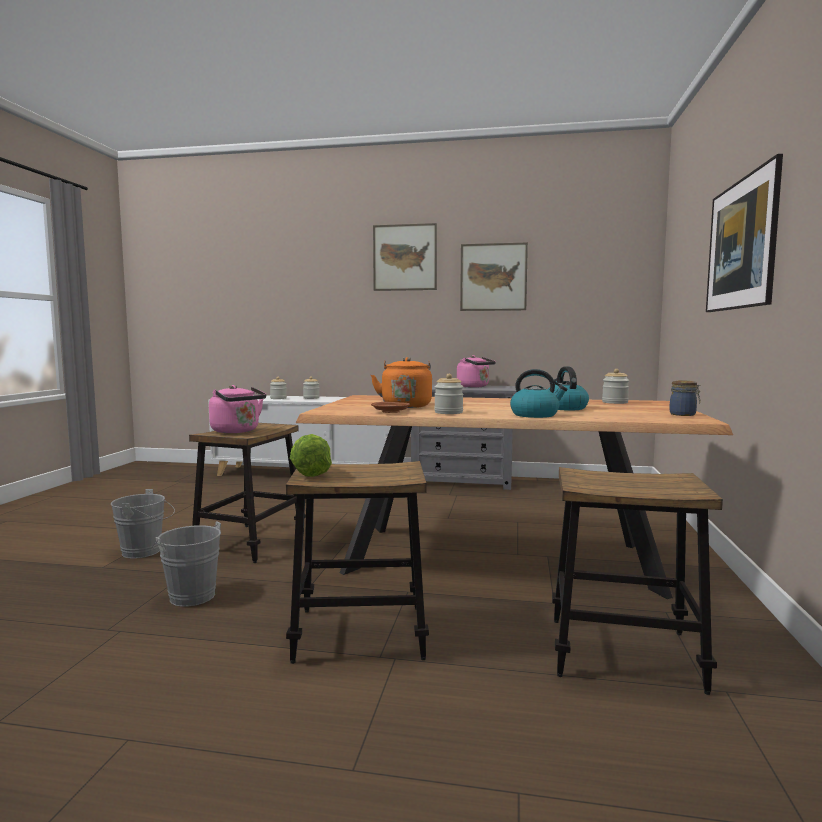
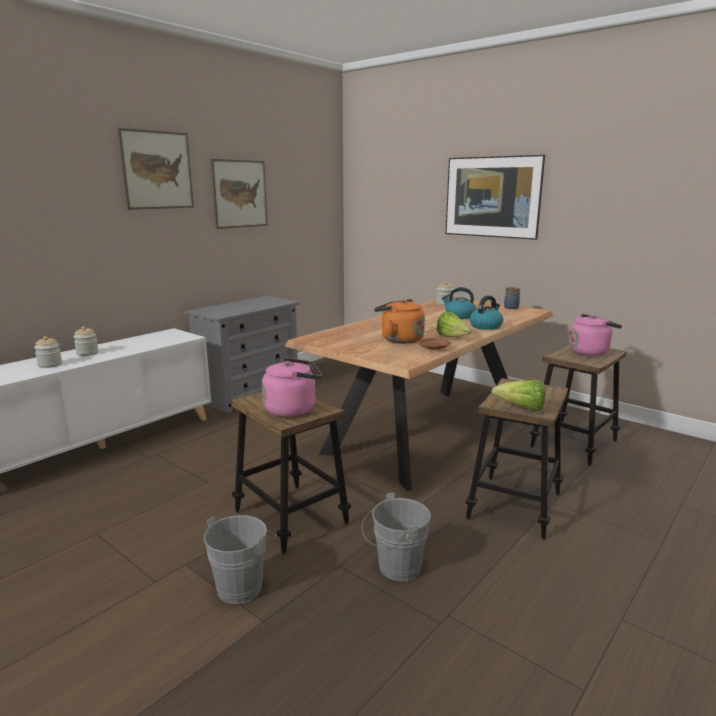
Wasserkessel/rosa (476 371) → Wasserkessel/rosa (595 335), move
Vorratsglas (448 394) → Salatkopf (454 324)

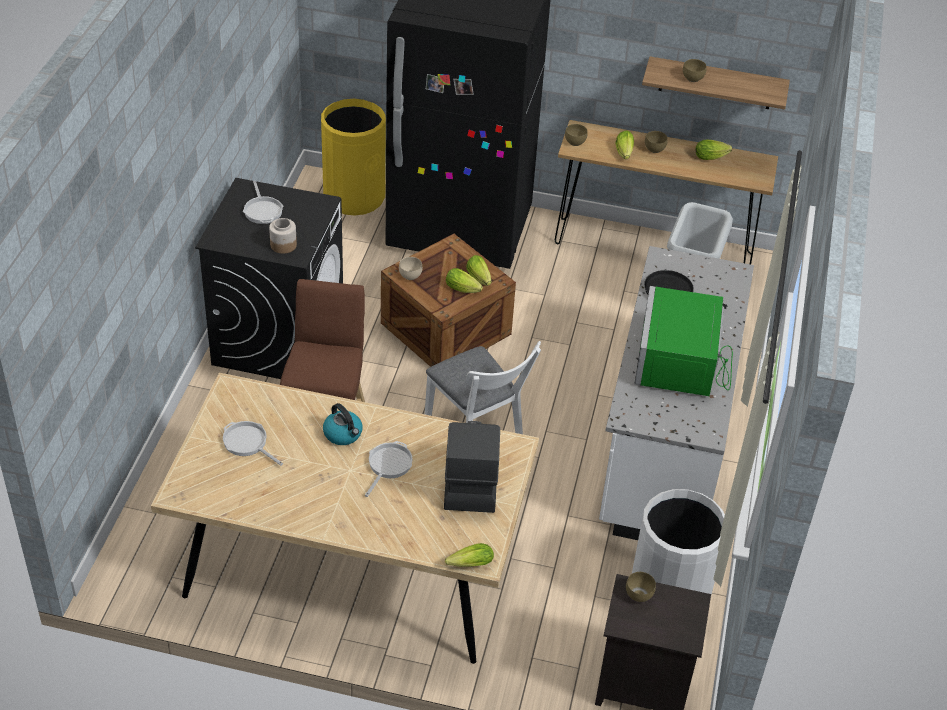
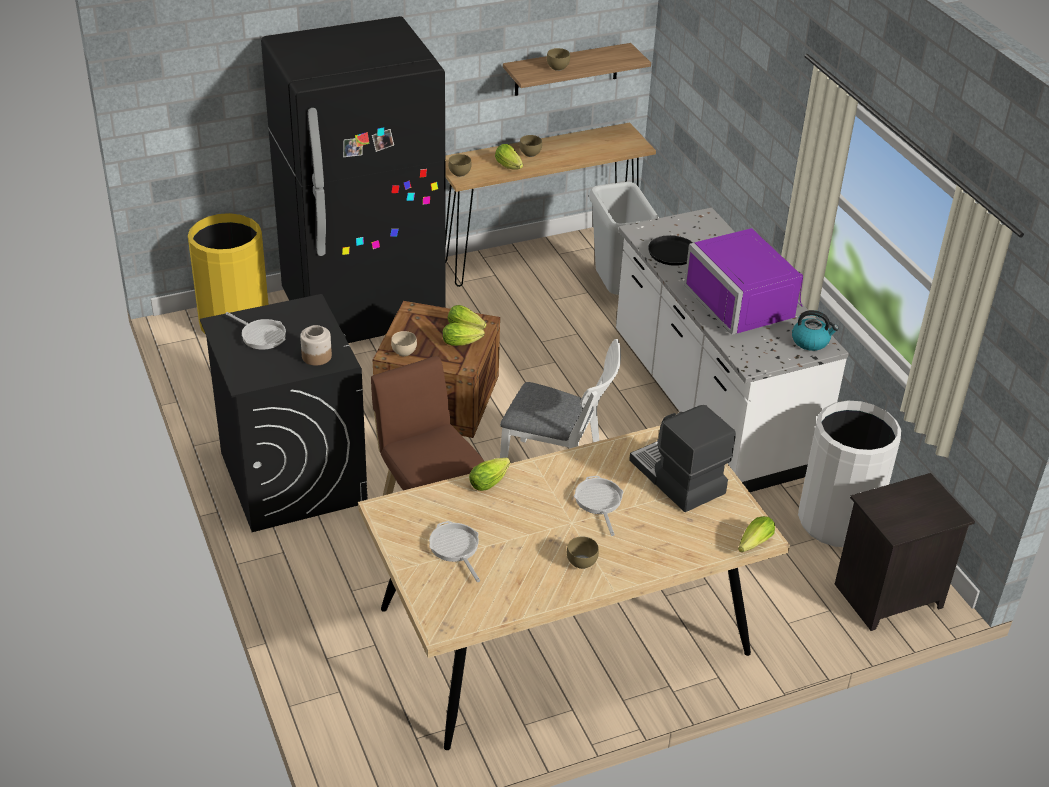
Salatkopf (714 150) → Salatkopf (489 474), move
Mikrowelle/grün (684 341) → Mikrowelle/lila (743 281)
Wasserkessel (342 424) → Wasserkessel (815 330), move
Pfanne (253 443) → Pfanne (454 551), 60 degrees clockwise
Schüssel/braun (641 587) → Schüssel/braun (583 552), move

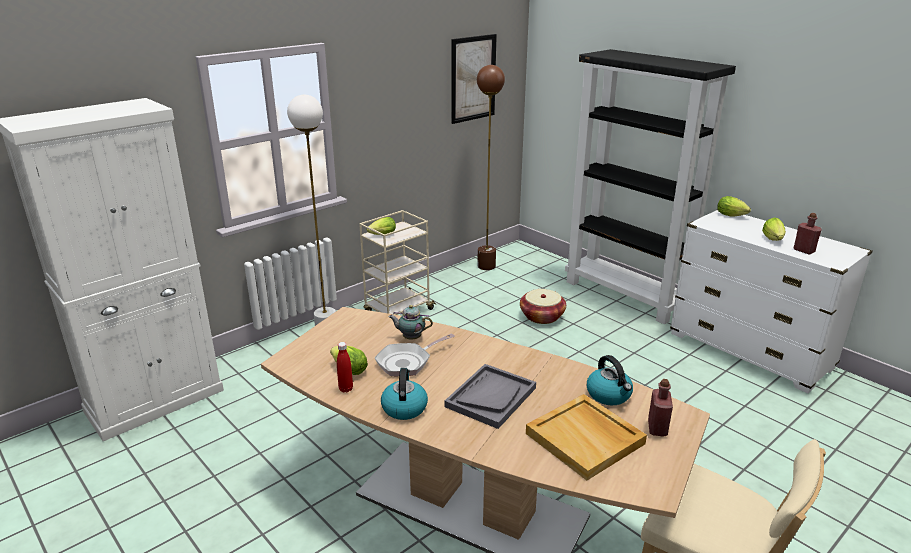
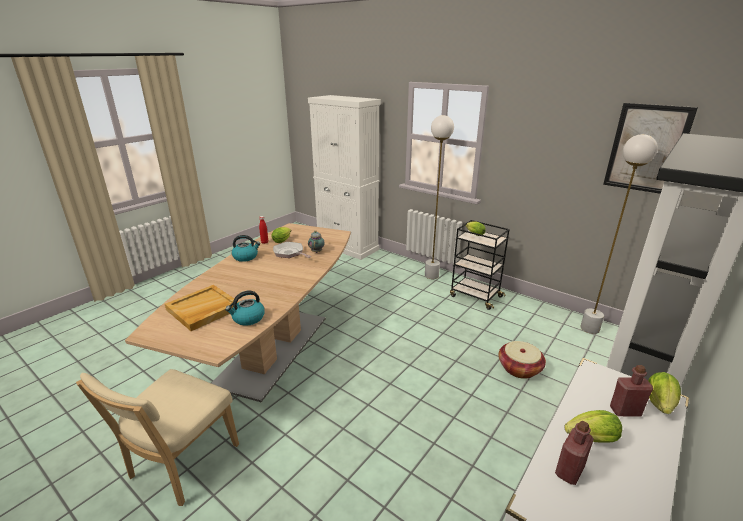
Stehlampe/braun (491 167) → Stehlampe/weiß (619 234)
Rollwagen/beige (397 262) → Rollwagen/schwarz (480 265)
Tablett/grau (490 396) → -
Flasche/rot (660 408) → Flasche/rot (631 391), move

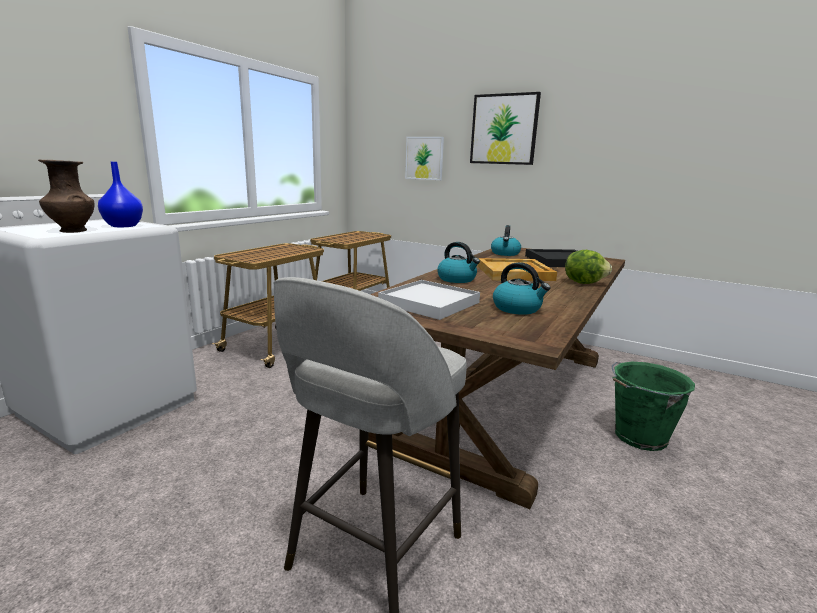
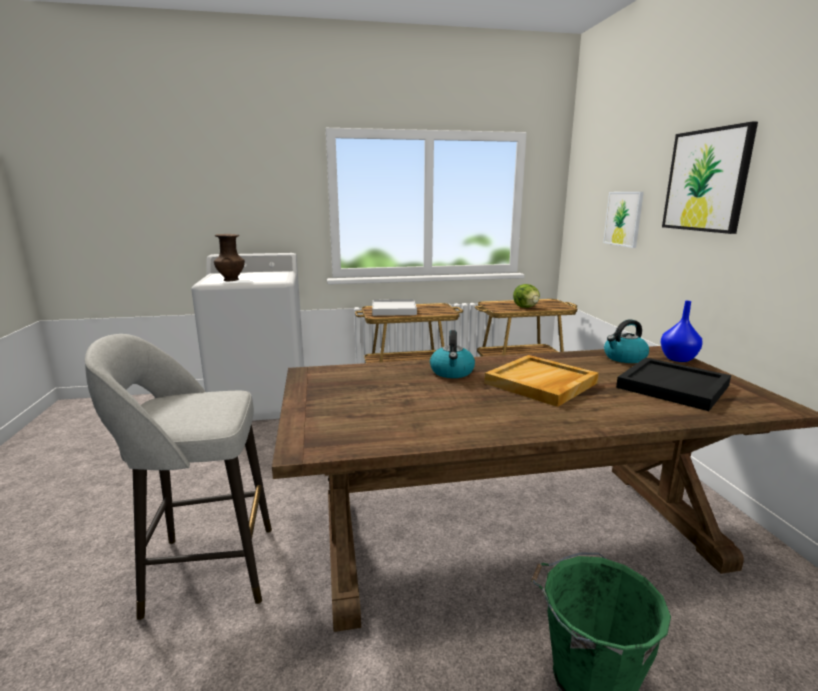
Vase/blau (120 194) → Vase/blau (682 331), move
Salatkopf (588 267) → Salatkopf (526 296), move
Wasserkessel (522 288) → -
Tablett/weiß (429 300) → Tablett/weiß (394 307), move

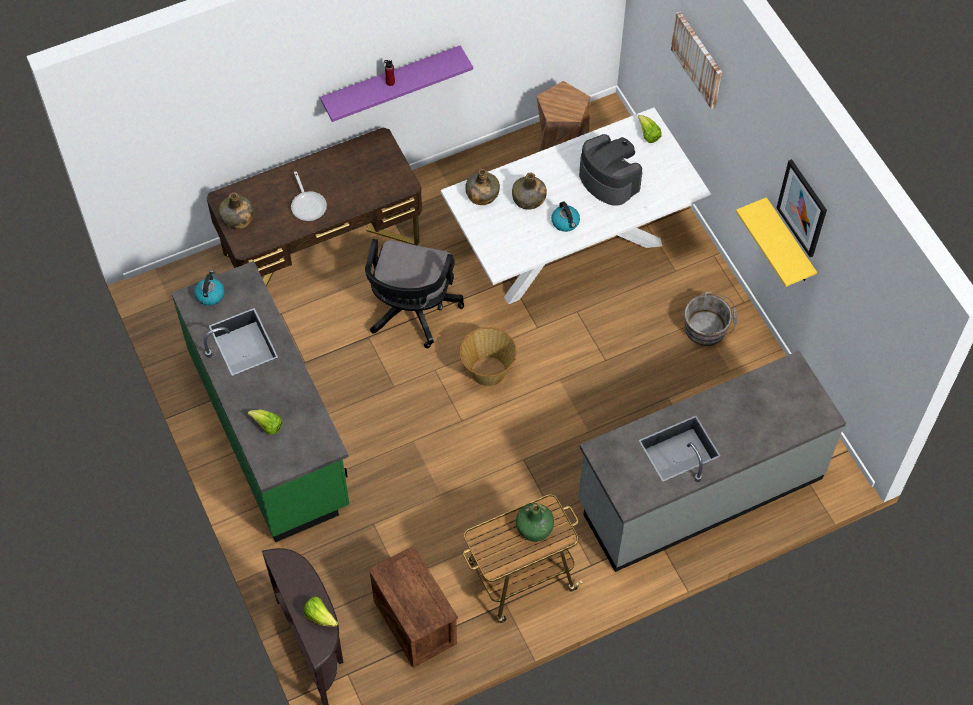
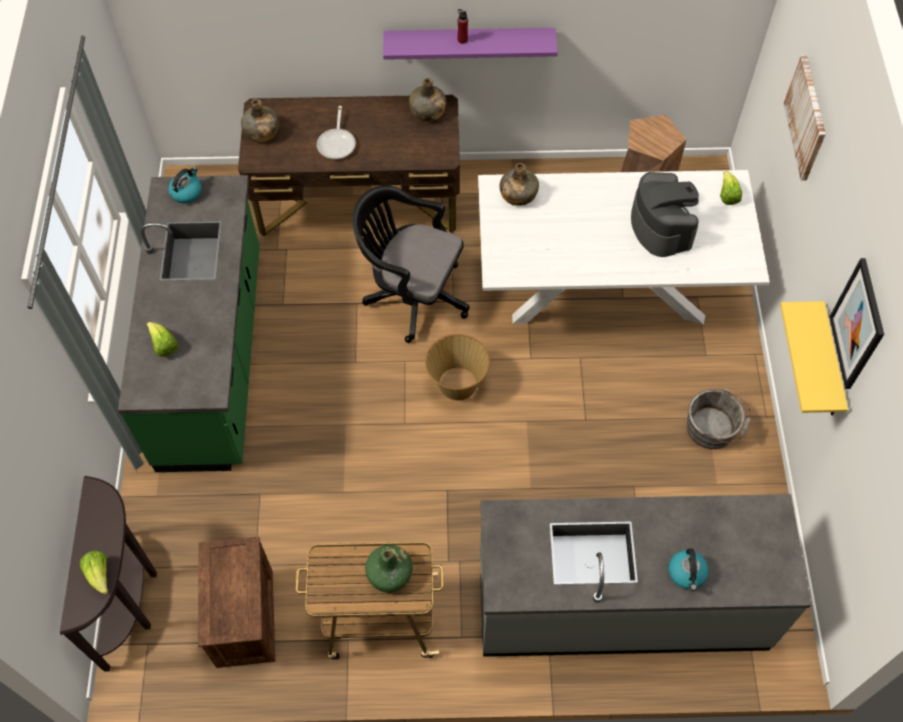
Flasche/grün (529 191) → Flasche/grün (427 100), move
Wasserkessel (565 216) → Wasserkessel (688 569), move
Bürostuhl/schwarz (414 293) → Bürostuhl/schwarz (411 264), 75 degrees clockwise

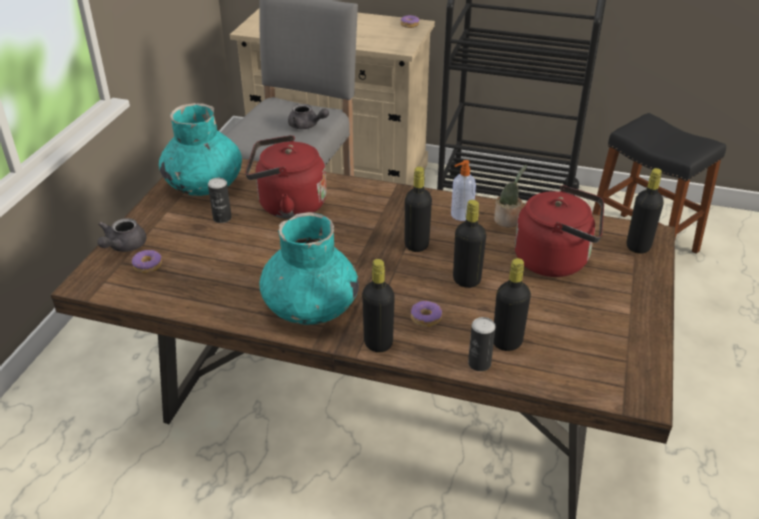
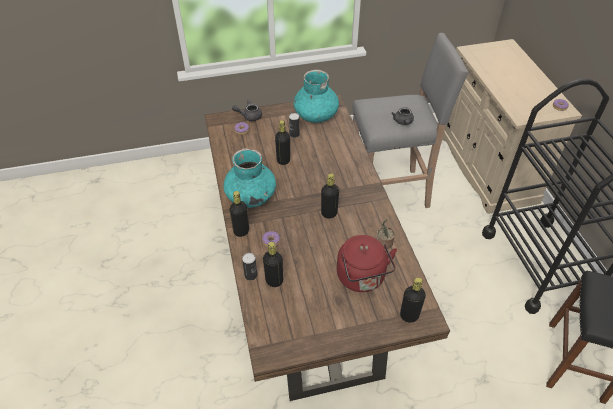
Wasserkessel/rot (286 177) → -
Seifenspender (463 190) → -
Flasche/schwarz (469 244) → Flasche/schwarz (282 142), move

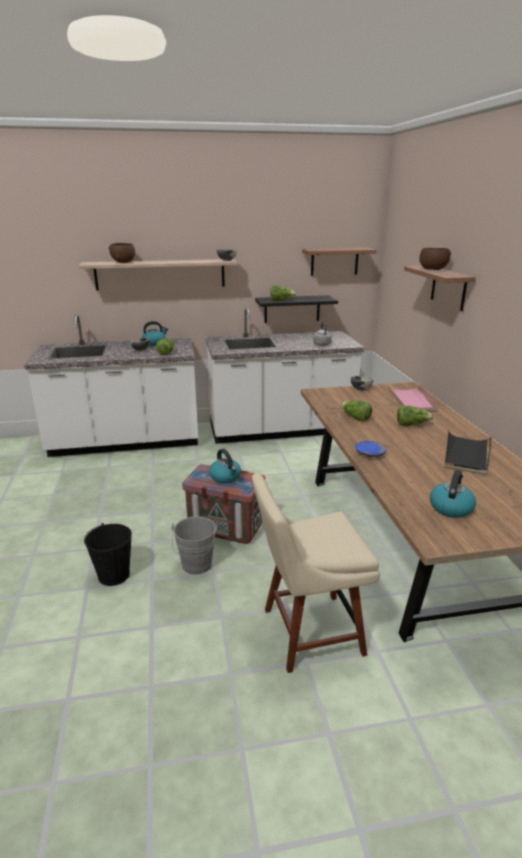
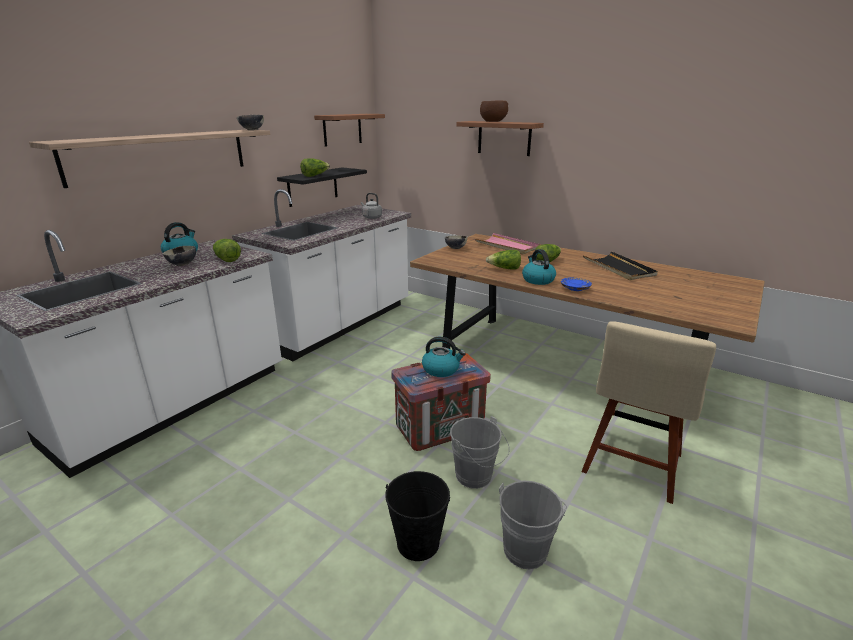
Schüssel/braun (122 253) → -
Wasserkessel (453 494) → Wasserkessel (539 267), move
- → Eimer/grau (533 525)

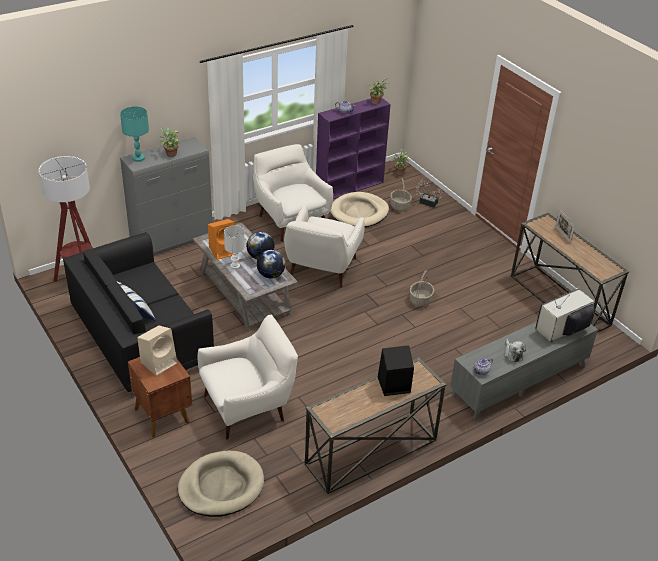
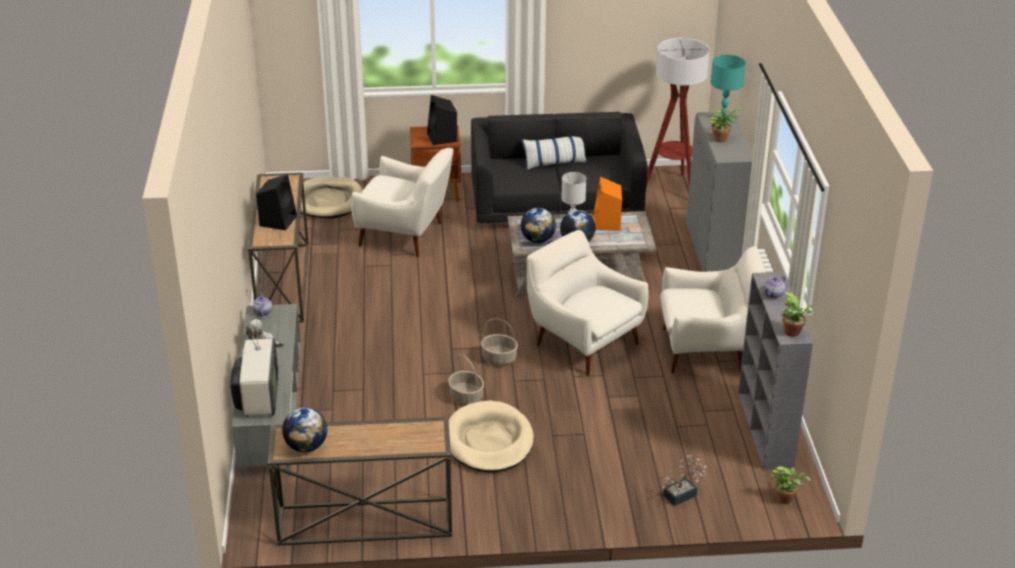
Bücherregal/lila (353 148) → Bücherregal/grau (775 371)
Korb (401 194) → Korb (499 342), move
Hundebett/beige (359 209) → Hundebett/beige (491 436), move
Bilderrahmen (565 227) → -
Sessel/weiß (248 377) → Sessel/weiß (402 202), 75 degrees counterclockwise
Lautsprecher/beige (157 350) → Lautsprecher/schwarz (442 120)
- → Globus (304 429)

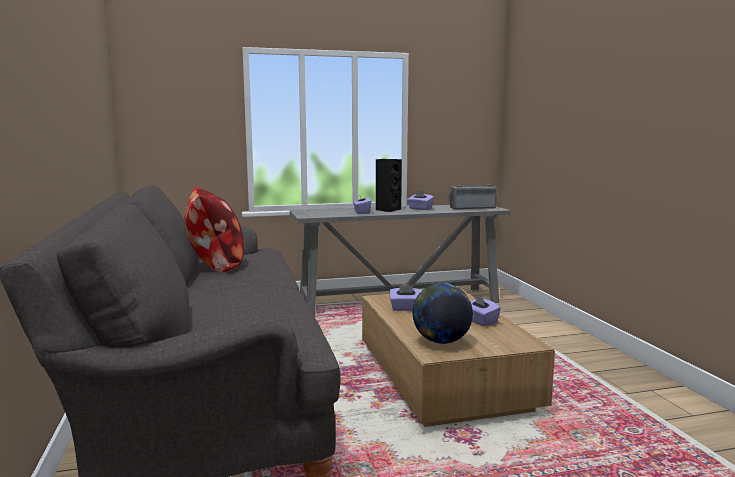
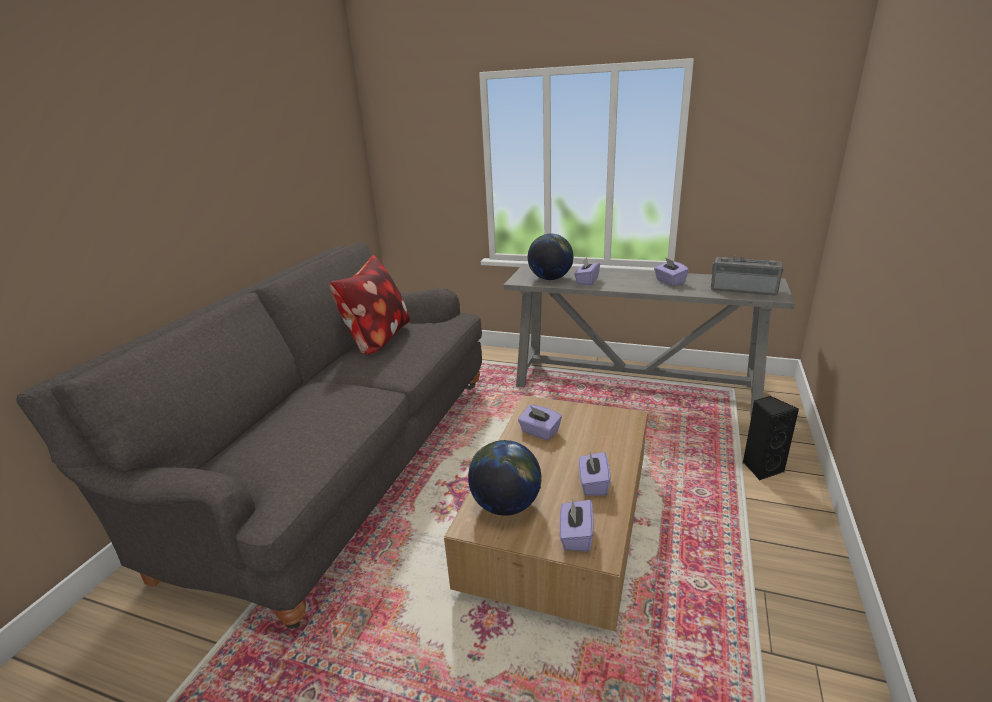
Lautsprecher/schwarz (389 185) → Lautsprecher/schwarz (771 438), move
- → Globus (550 257)
- → Taschentuchbox/lila (576 525)

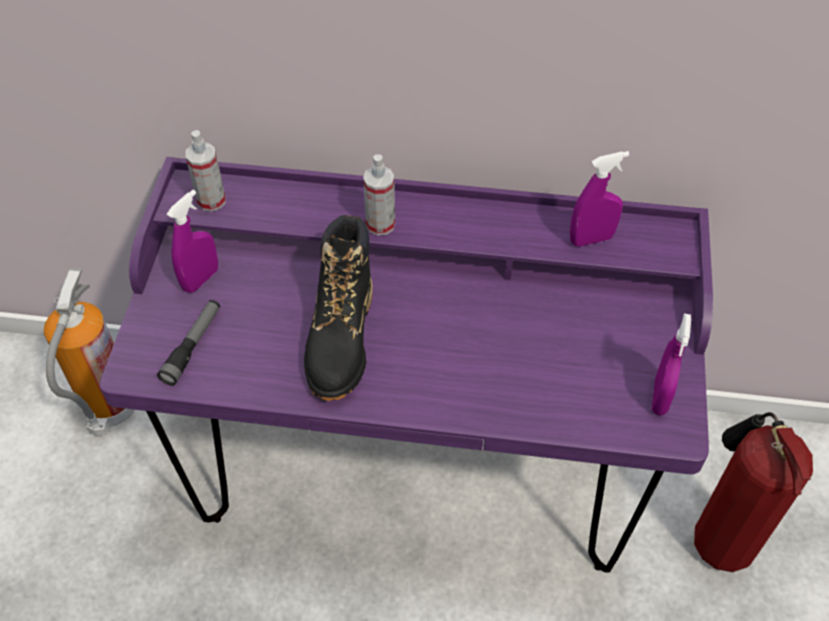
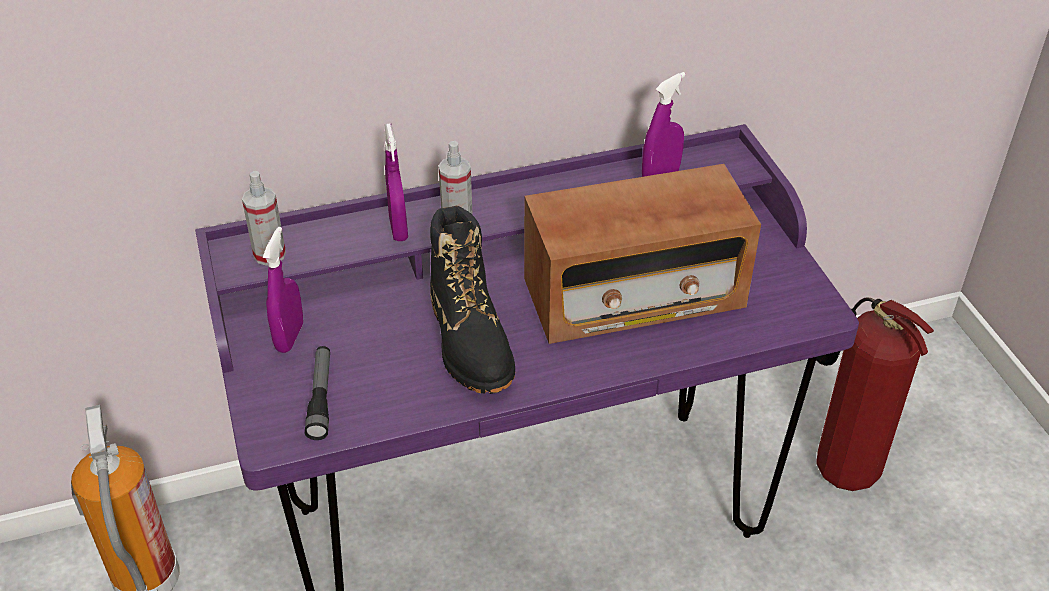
Sprühflasche/lila (671 364) → Sprühflasche/lila (396 182), move
- → Radio (642 254)

